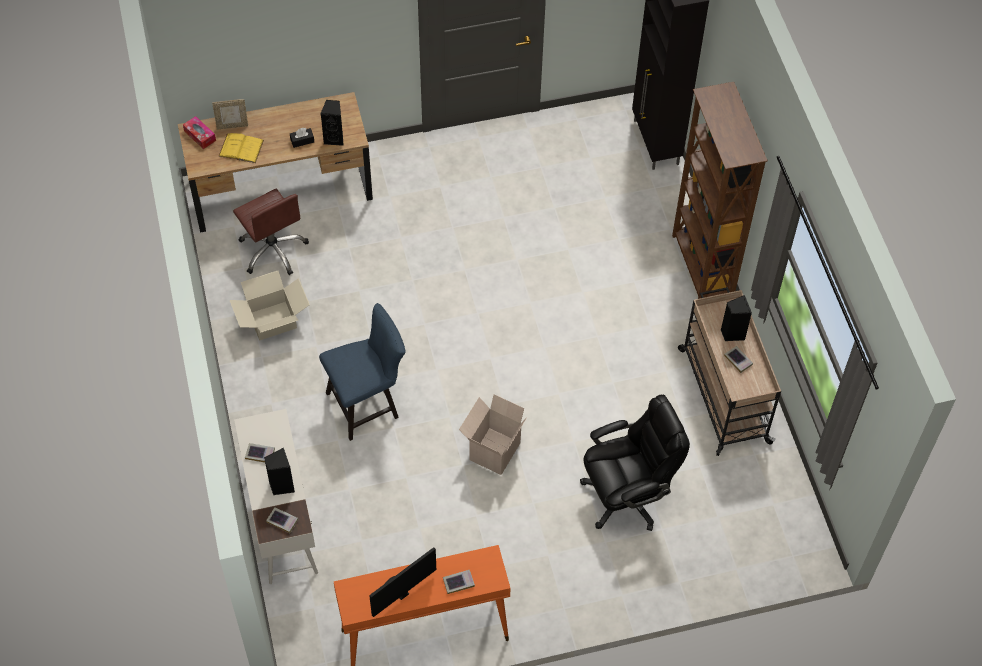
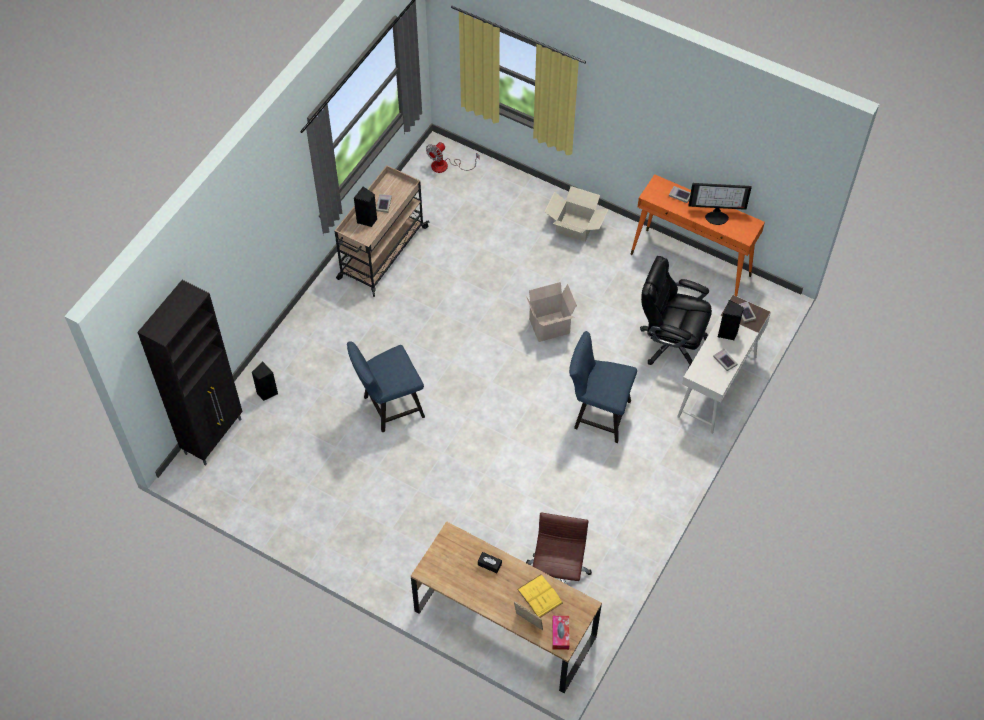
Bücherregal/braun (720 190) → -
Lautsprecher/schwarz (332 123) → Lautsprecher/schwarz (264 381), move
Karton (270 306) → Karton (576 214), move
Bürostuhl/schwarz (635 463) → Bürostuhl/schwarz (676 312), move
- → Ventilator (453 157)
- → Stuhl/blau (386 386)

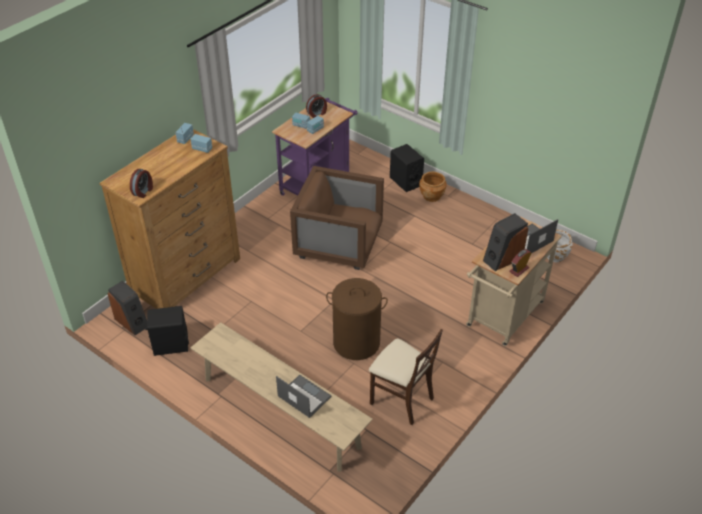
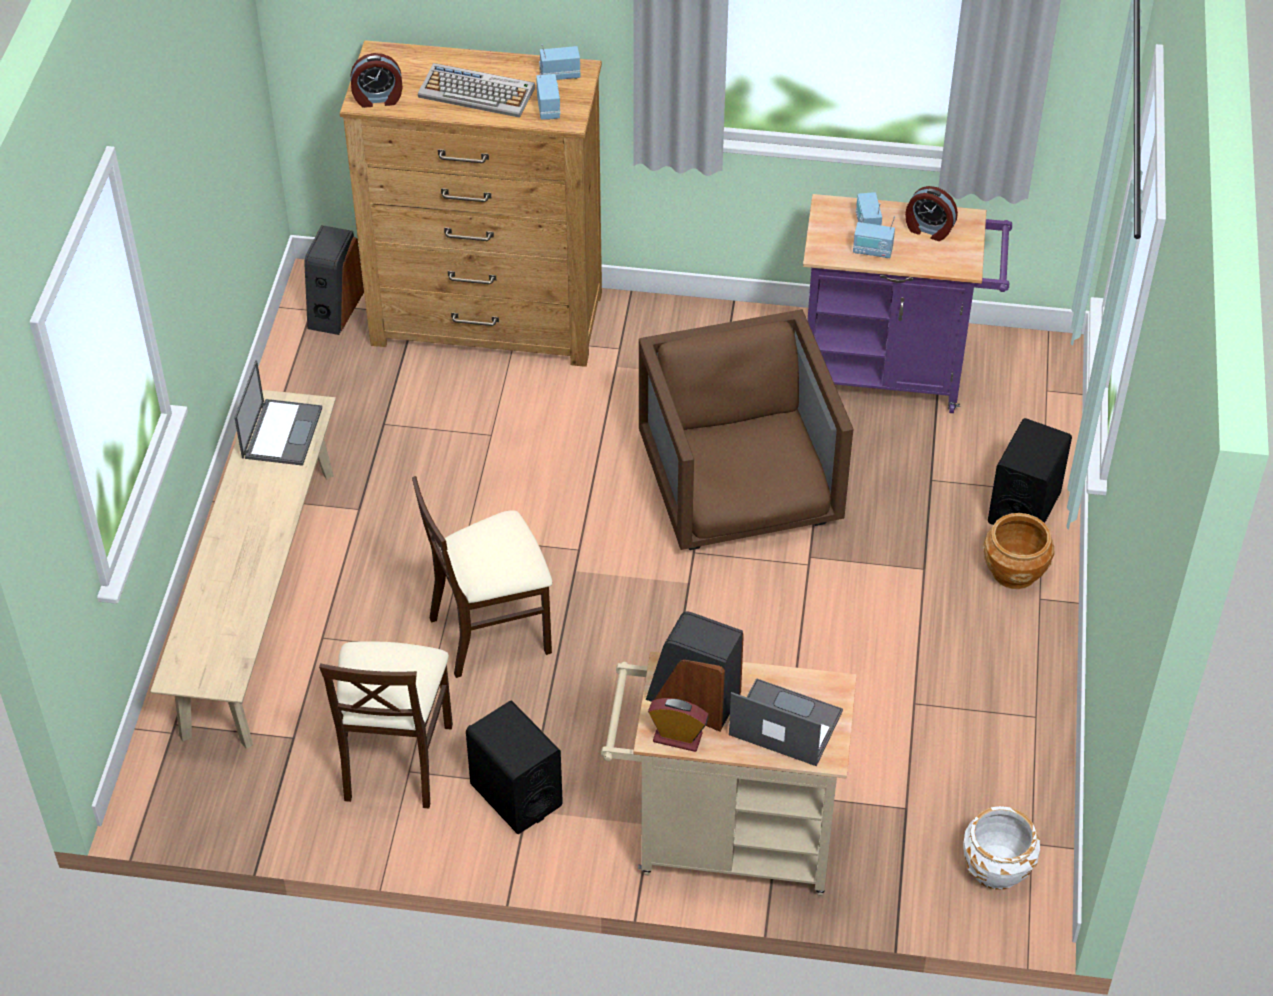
Wäschekorb/braun (357 319) → Stuhl/beige (482 577)
Lautsprecher/schwarz (167 331) → Lautsprecher/schwarz (514 767), move
Laptop (304 396) → Laptop (278 413), move
- → Tastatur (476 90)

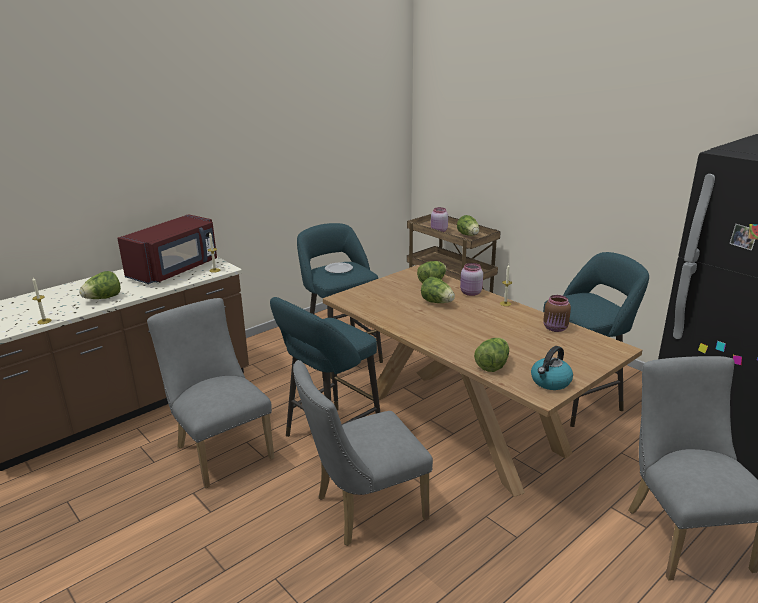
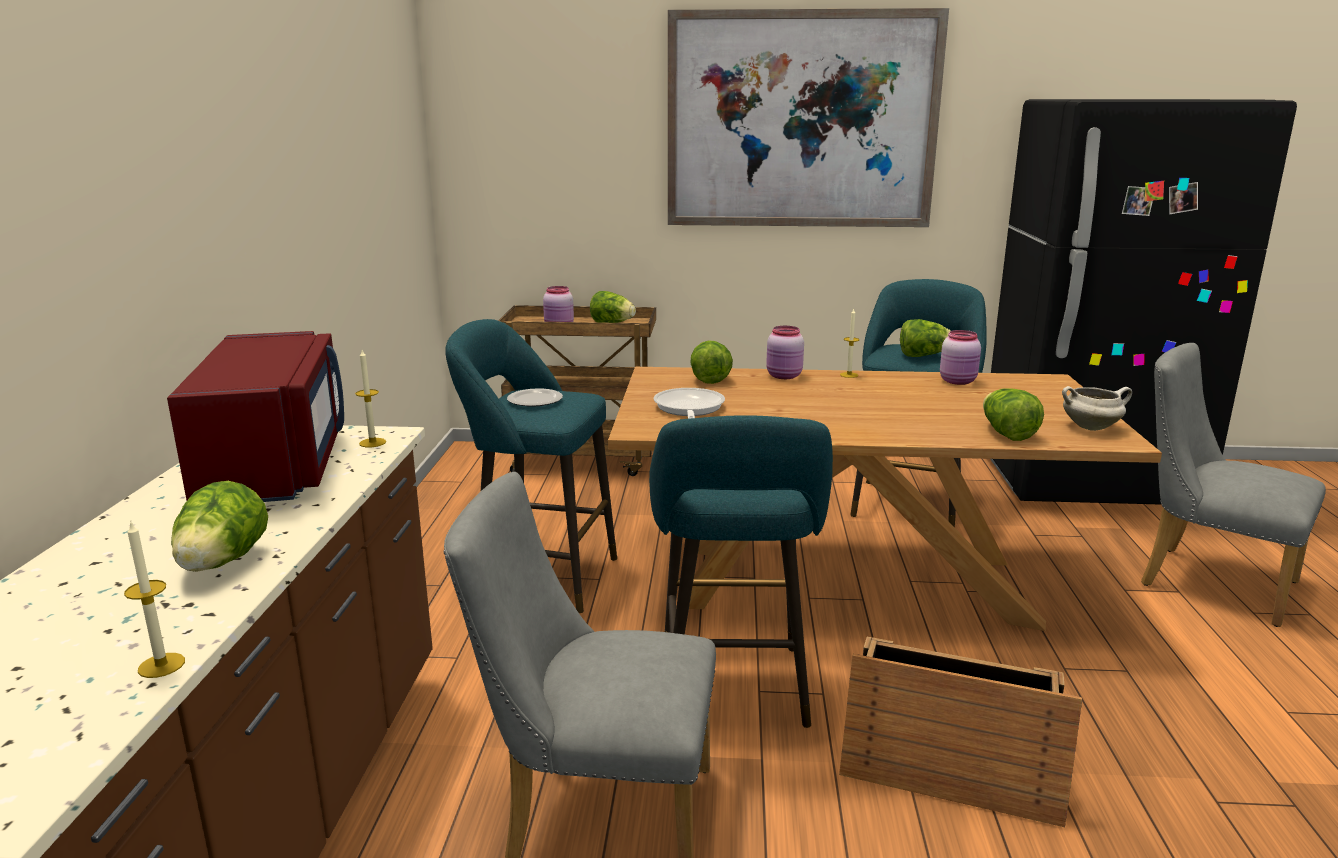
Salatkopf (438 290) → Salatkopf (925 338), move
Vorratsglas/braun (557 313) → Vorratsglas/rosa (960 357)
Wasserkessel (552 368) → Kochtopf/weiß (1097 408)
Stuhl/grau (363 453) → Kiste (960 732)
- → Bild (808 117)
- → Pfanne (689 403)

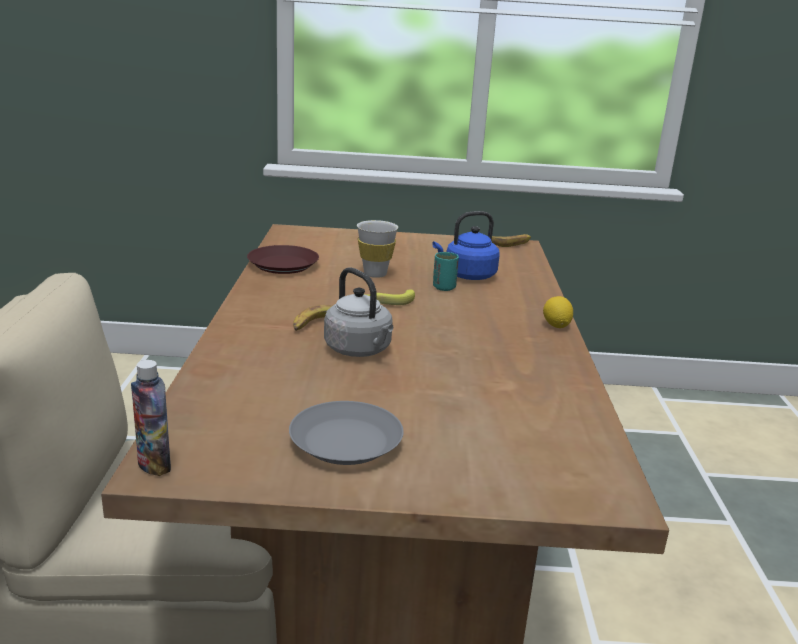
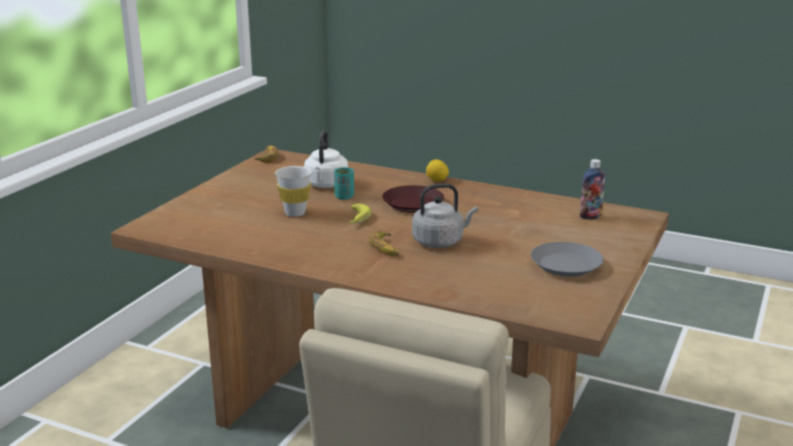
Wasserkessel/blau (466 245) → Wasserkessel/weiß (326 159)
Teller/braun (283 259) → Teller/braun (413 199), move
Flasche (151 418) → Flasche (592 189), move

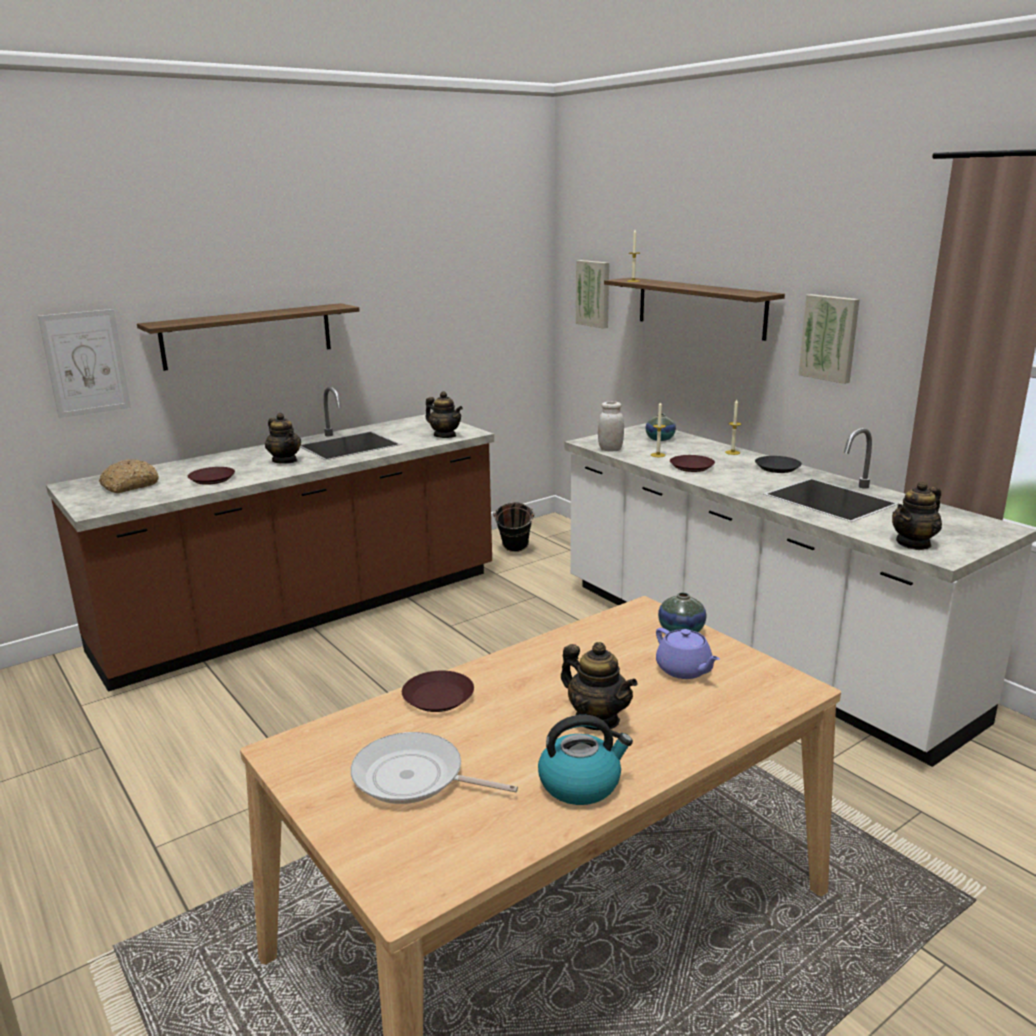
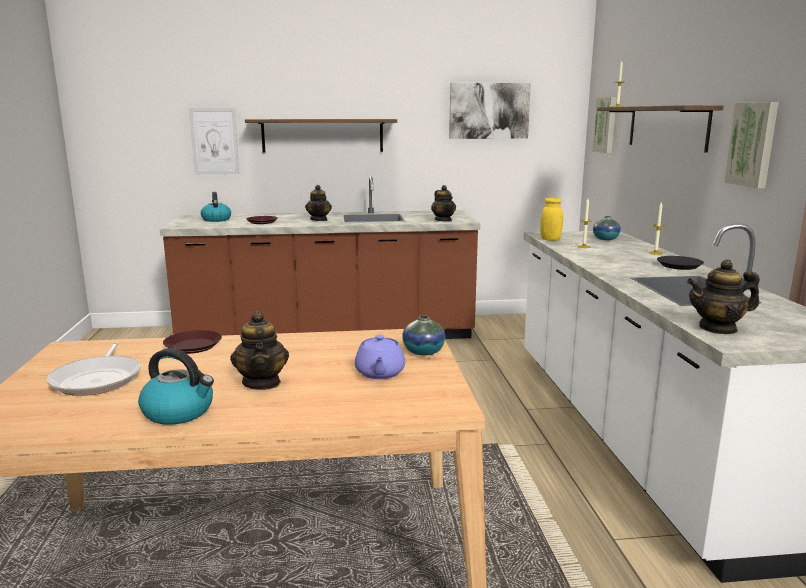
Vorratsglas/weiß (611 427) → Vorratsglas/gelb (551 219)
Teller/braun (692 463) → -
Brot (129 476) → Wasserkessel (216 207)
Eimer/schwarz (514 527) → -
Pfanne (434 768) → Pfanne (93 369), 150 degrees counterclockwise
- → Bild (490 111)

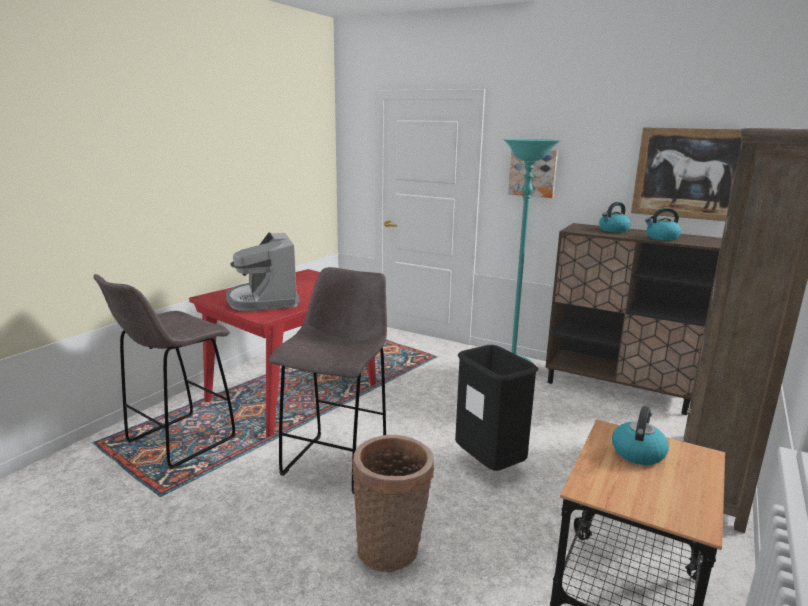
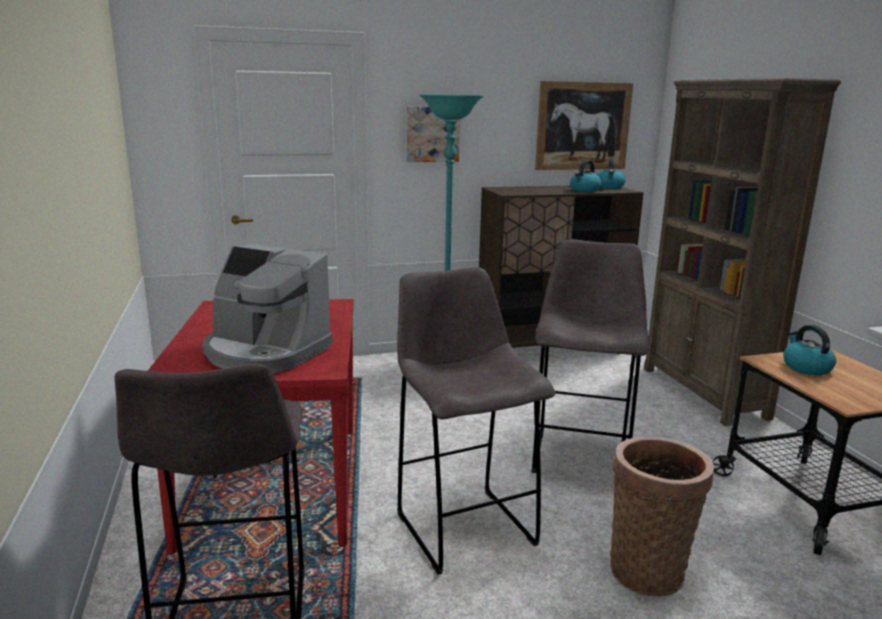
Wasserkessel (615 217) → Wasserkessel (611 173), move
Mülleimer/schwarz (496 408) → Hocker/grau (590 356)

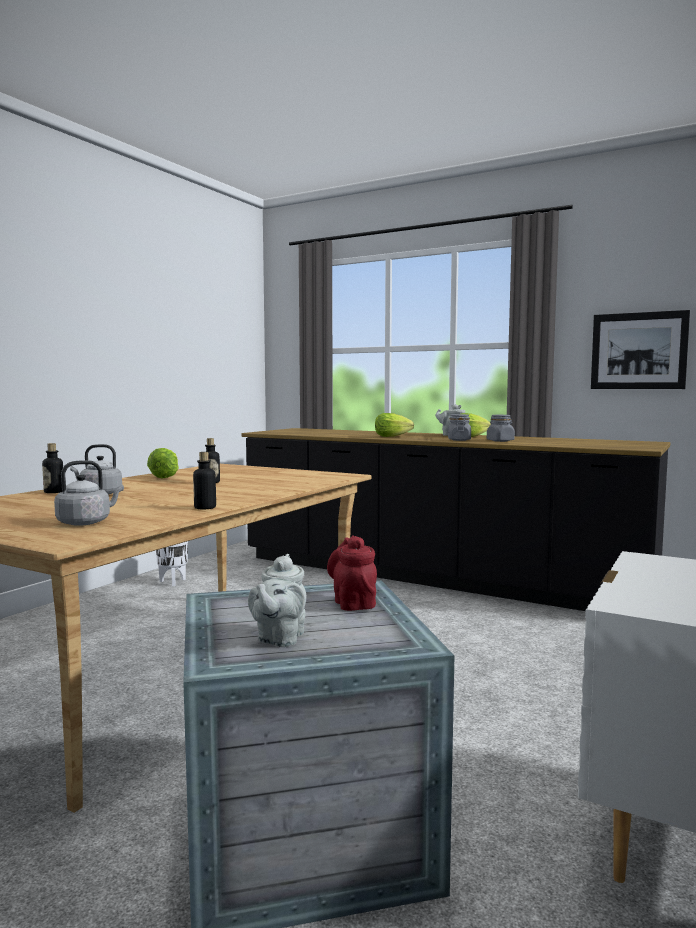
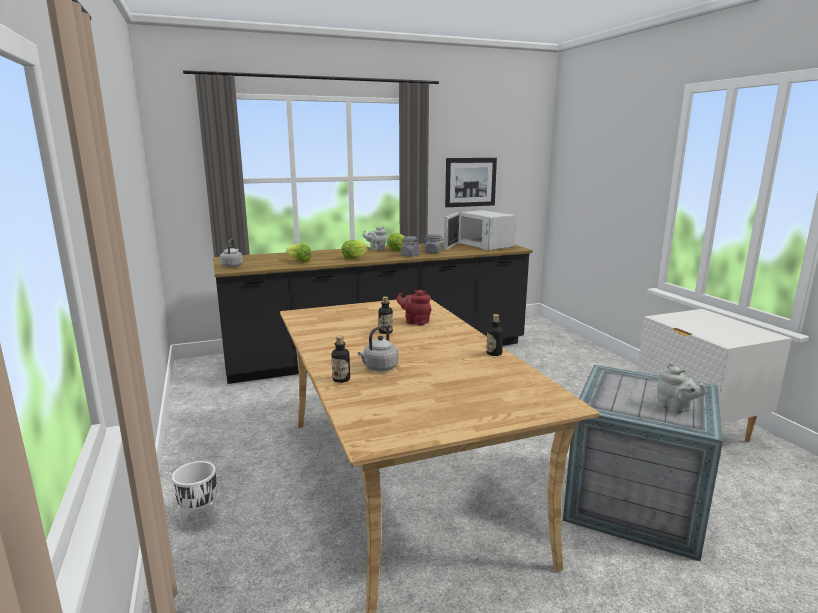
Salatkopf (163 463) → Salatkopf (298 253), move
Wasserkessel/grau (89 493) → Wasserkessel/grau (231 253), move
Teekanne/rot (352 573) → Teekanne/rot (413 307), move
Pflanzkübel/weiß (172 563) → Pflanzkübel/weiß (194 494), move
- → Mikrowelle/weiß (480 230)

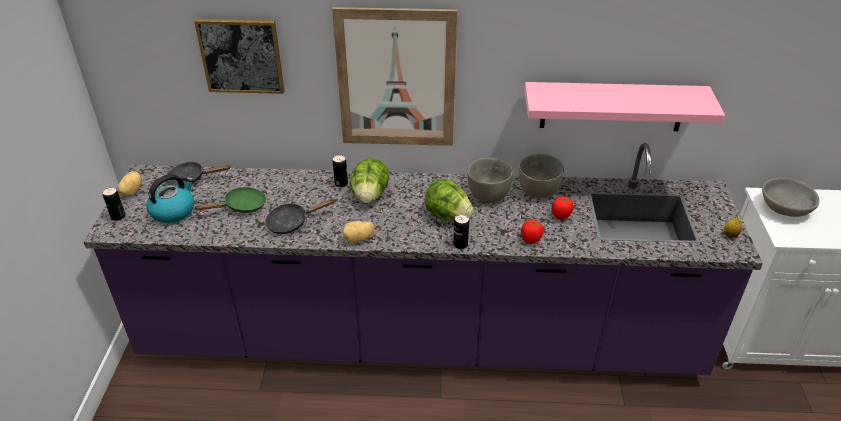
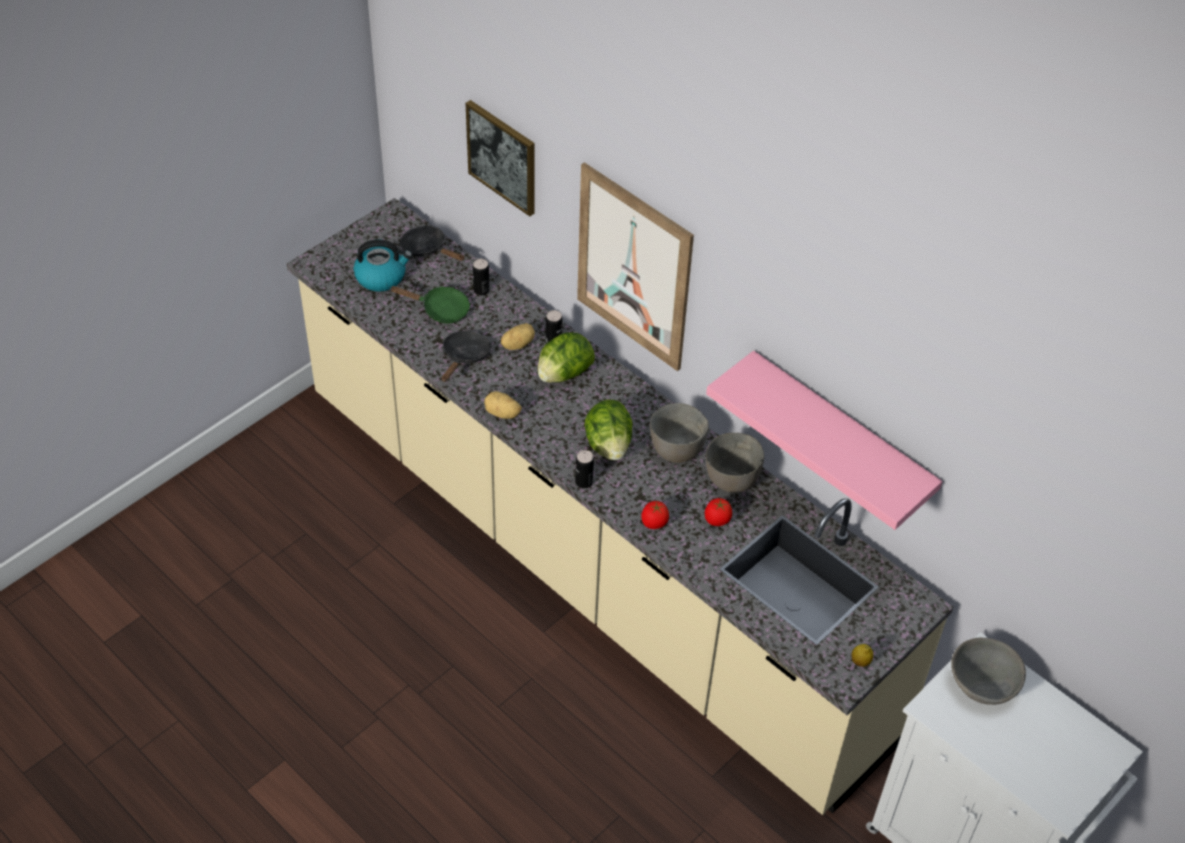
Küchenzeile/lila (423 259) → Küchenzeile/beige (620 506)
Kartoffel (130 183) → Kartoffel (518 336), move
Dose (113 204) → Dose (481 277), move
Pfanne/schwarz (300 216) → Pfanne/schwarz (466 356), 90 degrees clockwise

